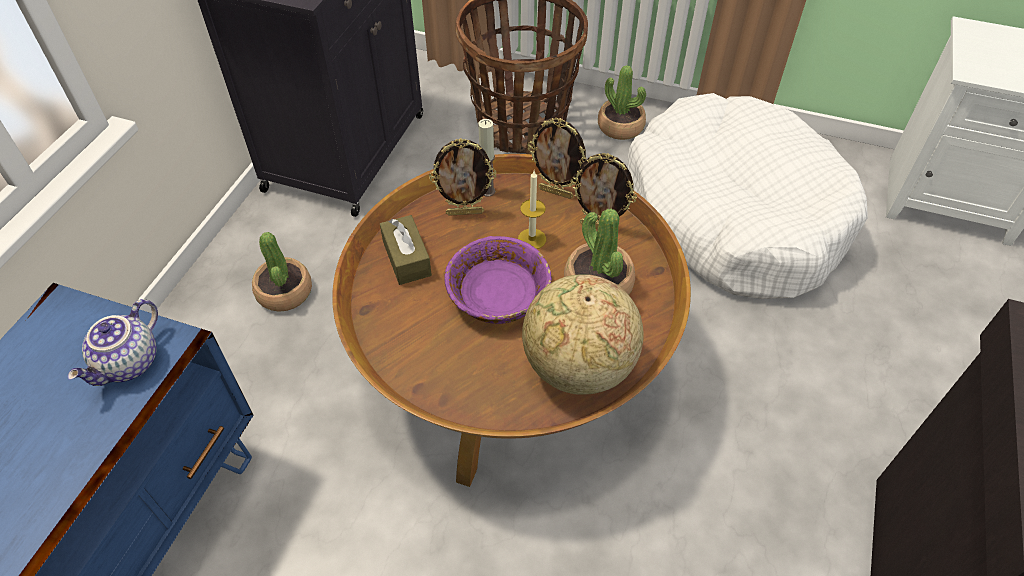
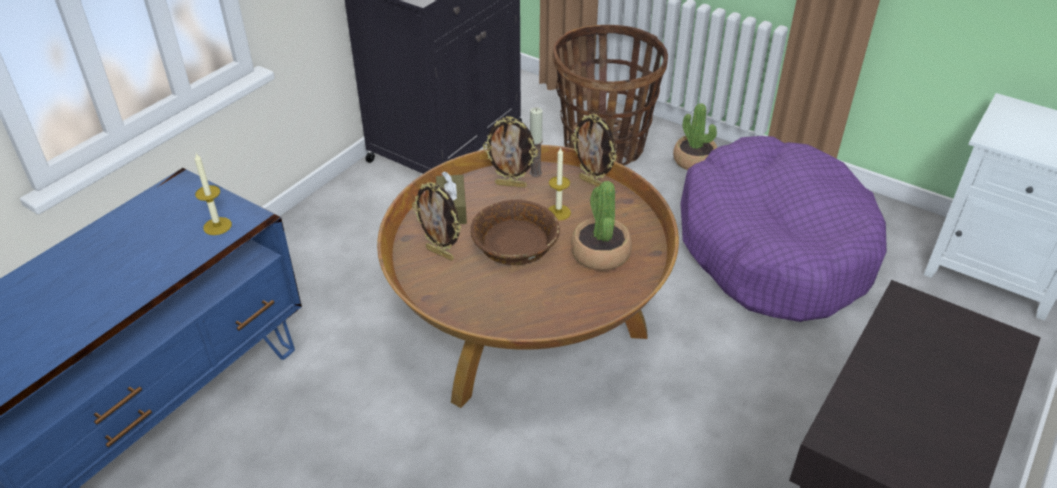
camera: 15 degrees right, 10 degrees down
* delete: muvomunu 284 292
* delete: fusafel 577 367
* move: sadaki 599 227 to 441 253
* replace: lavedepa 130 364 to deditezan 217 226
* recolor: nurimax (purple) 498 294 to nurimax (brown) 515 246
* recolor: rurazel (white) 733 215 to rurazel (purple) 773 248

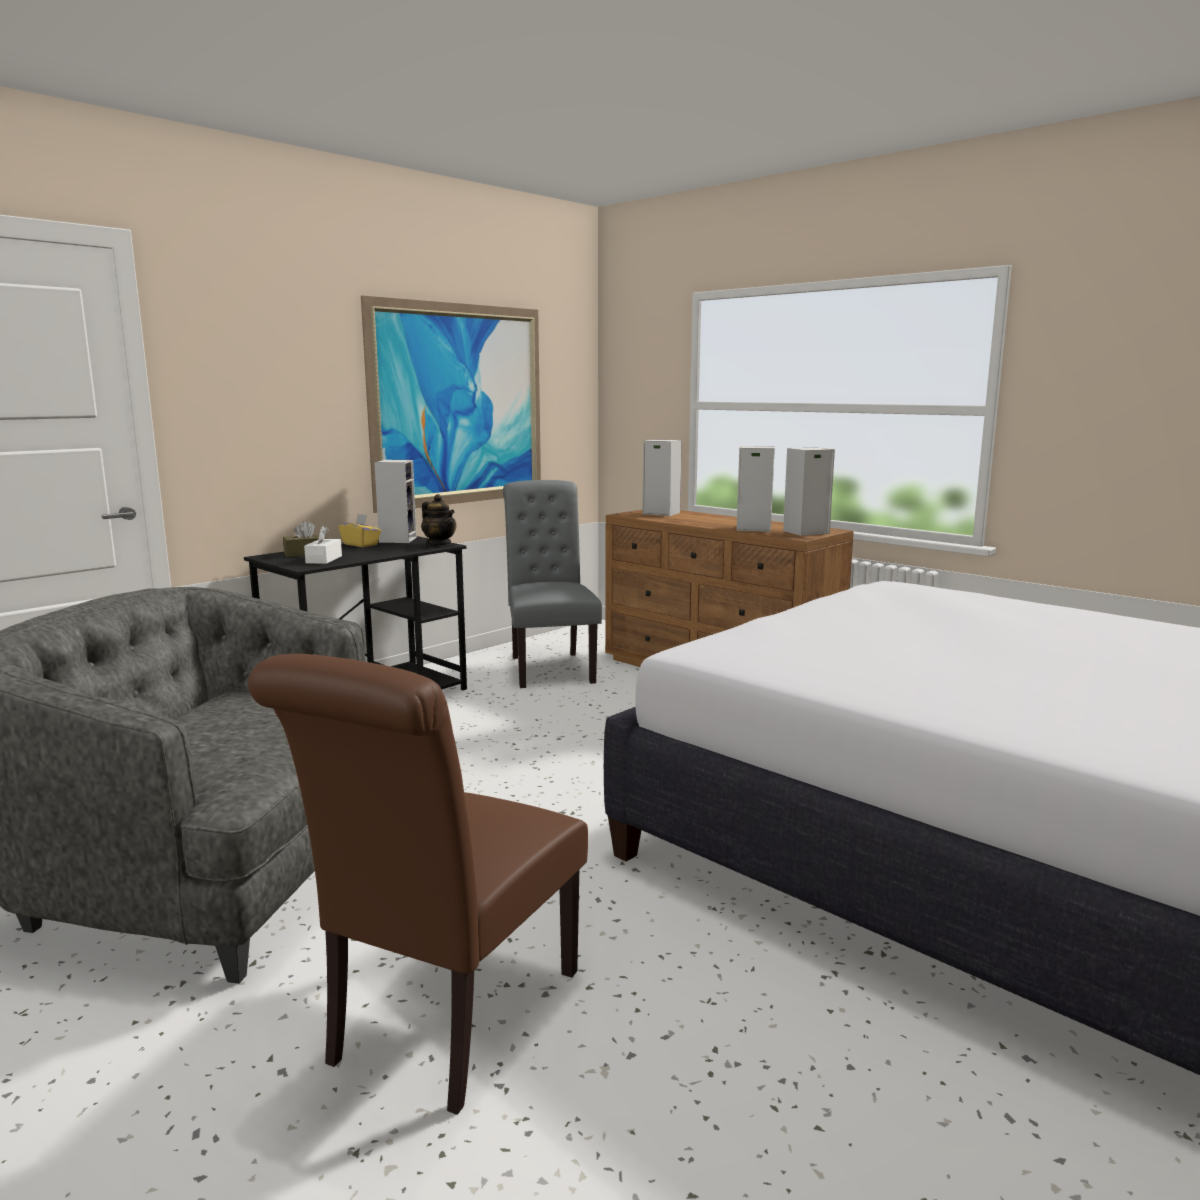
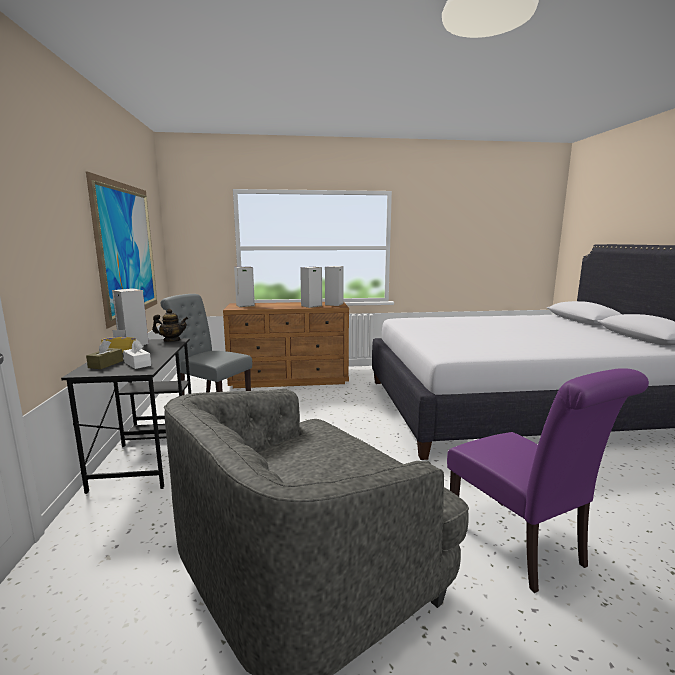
camera: 50 degrees left, 0 degrees up
* recolor: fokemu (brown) 446 1023 to fokemu (purple) 521 546

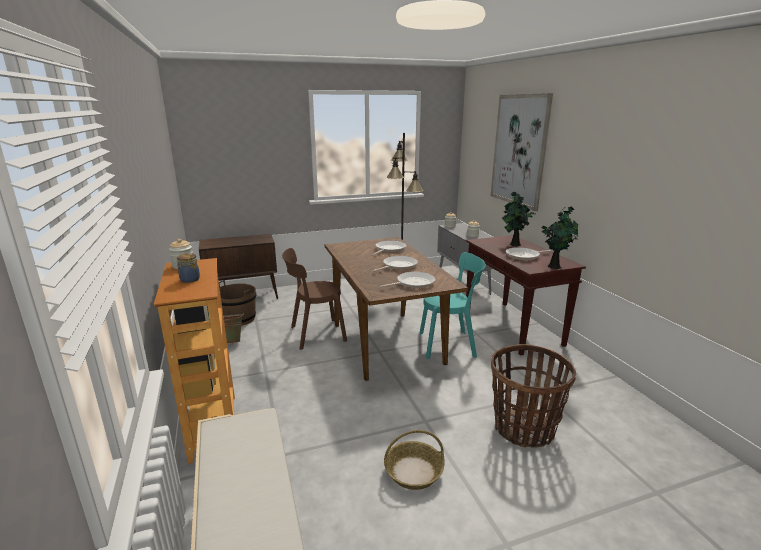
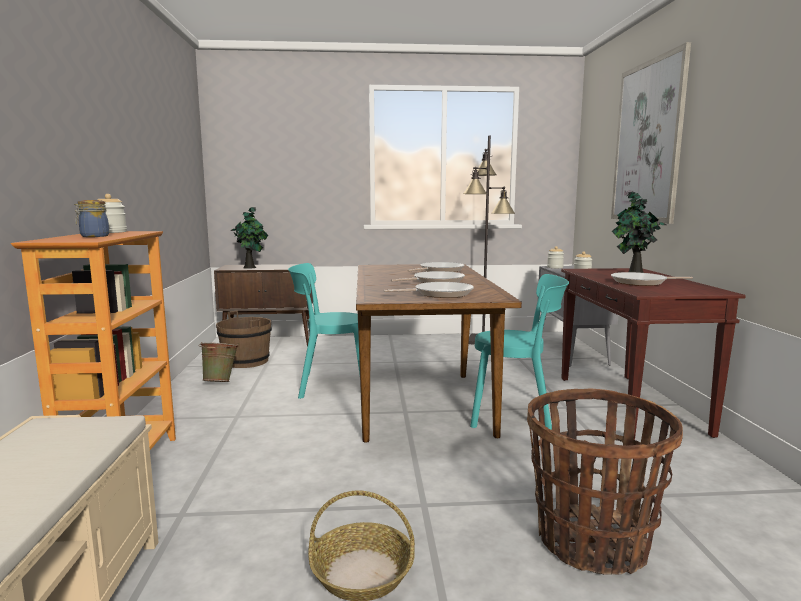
camera: 15 degrees right, 10 degrees down
* move: muvomunu 555 266 to 251 267
* recolor: fokemu (brown) 315 334 to fokemu (turquoise) 329 385

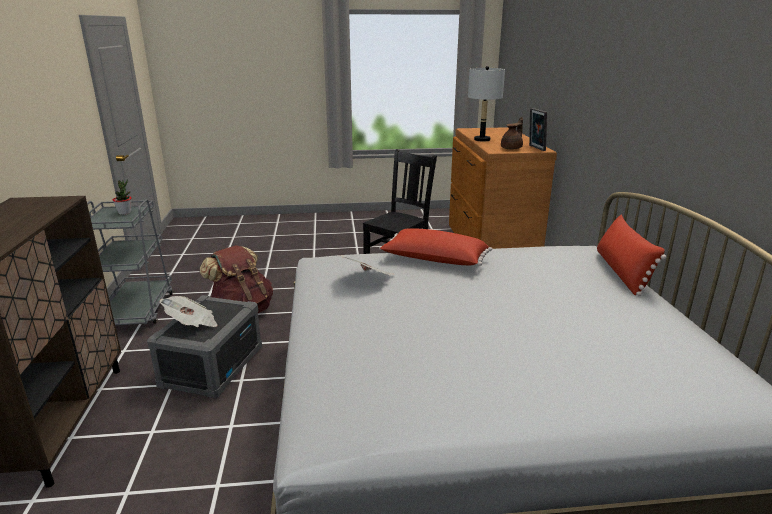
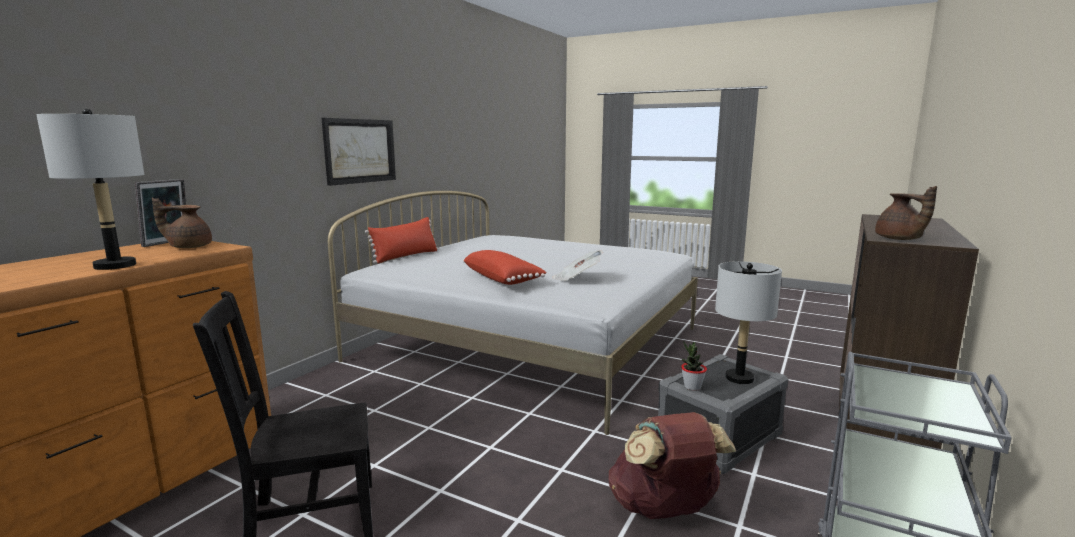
camera: 145 degrees left, 10 degrees down
* insert: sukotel 360 151
* insert: lavedepa (brown) 899 239
* move: muvomunu 125 213 to 692 387
* replace: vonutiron 192 324 to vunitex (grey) 739 378

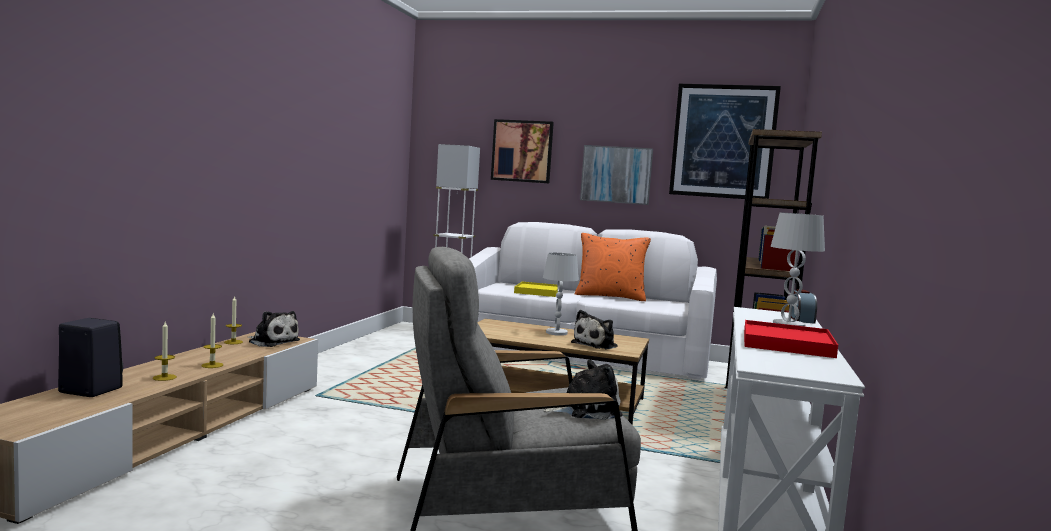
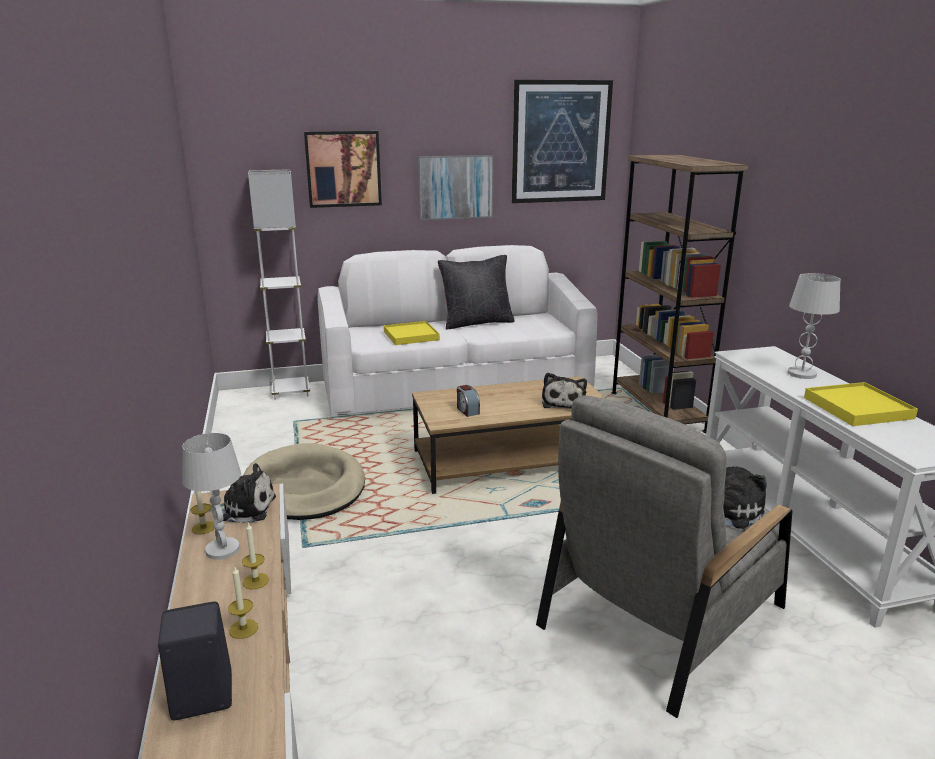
camera: 30 degrees left, 15 degrees up
* insert: rurazel (beige) 304 487
* move: vunitex (white) 556 333 to 222 549
* move: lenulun 801 319 to 467 410
* recolor: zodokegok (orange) 610 296 to zodokegok (black) 476 323
* recolor: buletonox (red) 787 344 to buletonox (yellow) 858 408

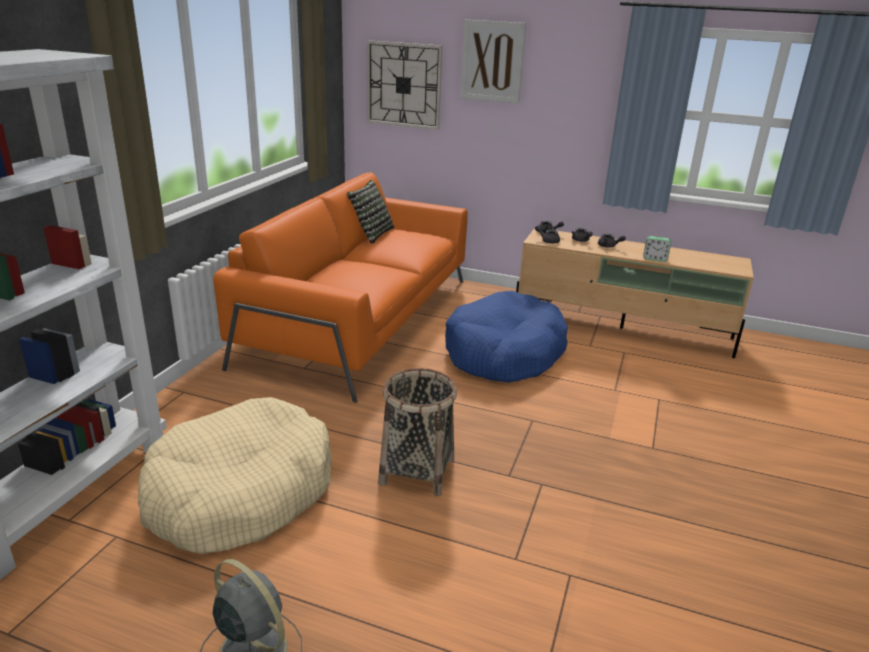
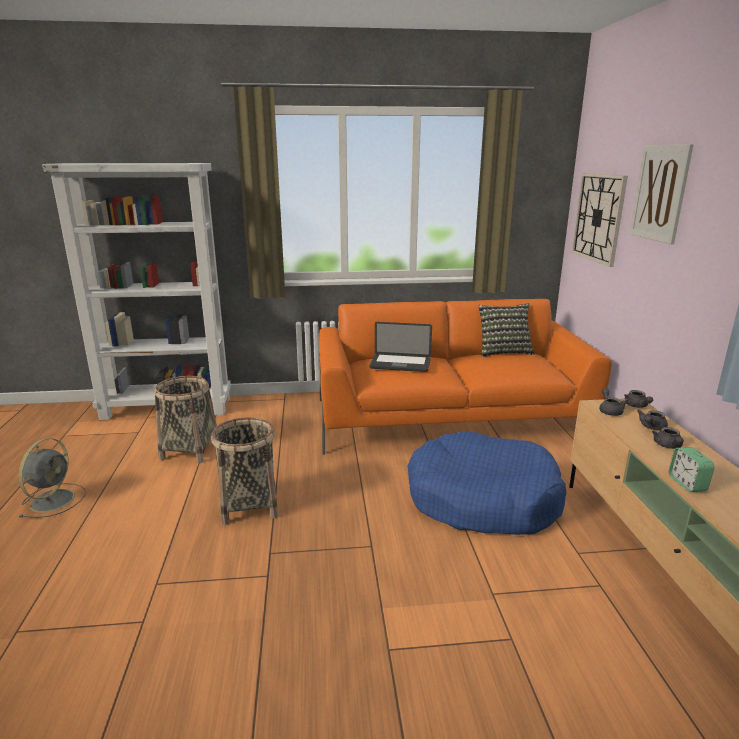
camera: 65 degrees right, 5 degrees down
* insert: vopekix 400 364
* replace: rurazel (beige) 240 493 to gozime 190 450

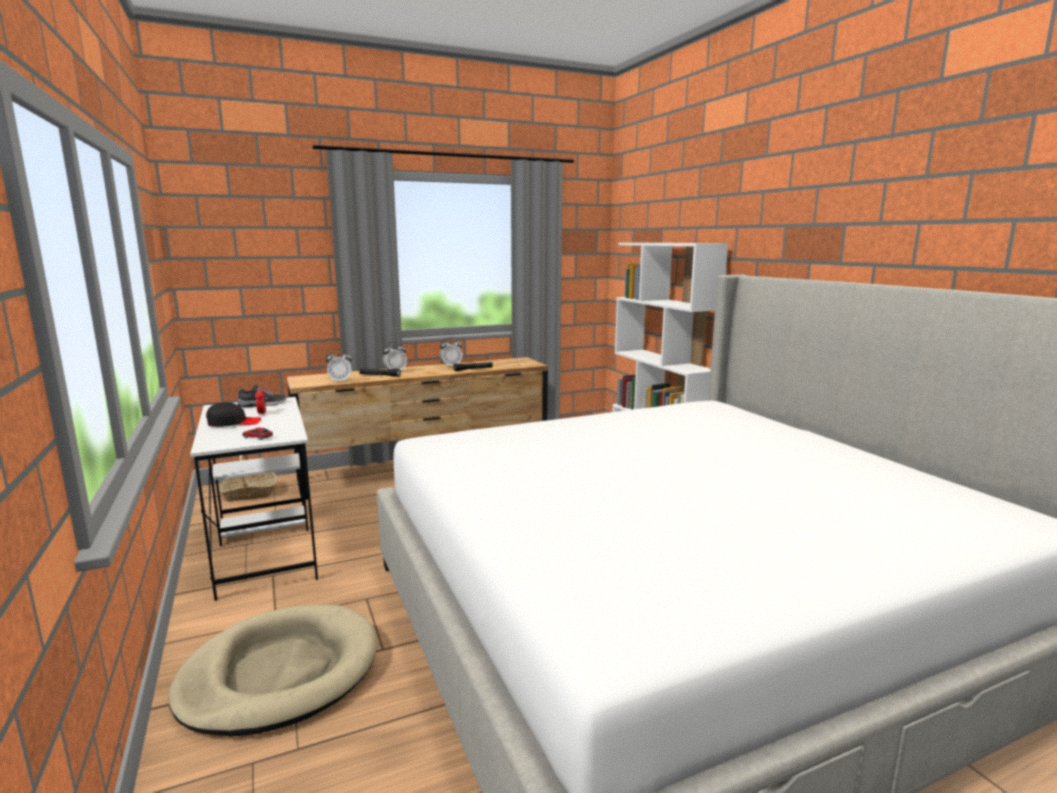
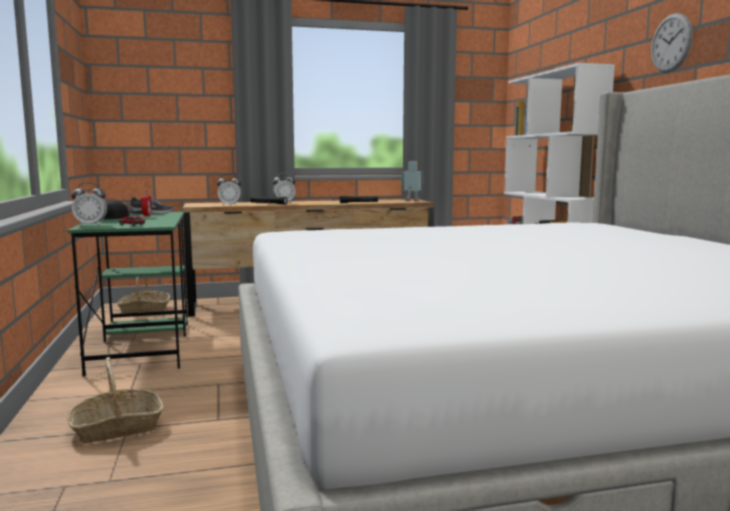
camera: 10 degrees right, 5 degrees down
* insert: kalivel 412 201
* insert: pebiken 671 43
* move: lenulun 451 366 to 91 225
* replace: rurazel (beige) 280 673 to gozime 117 428
* recolor: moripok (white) 265 549 to moripok (green) 142 346

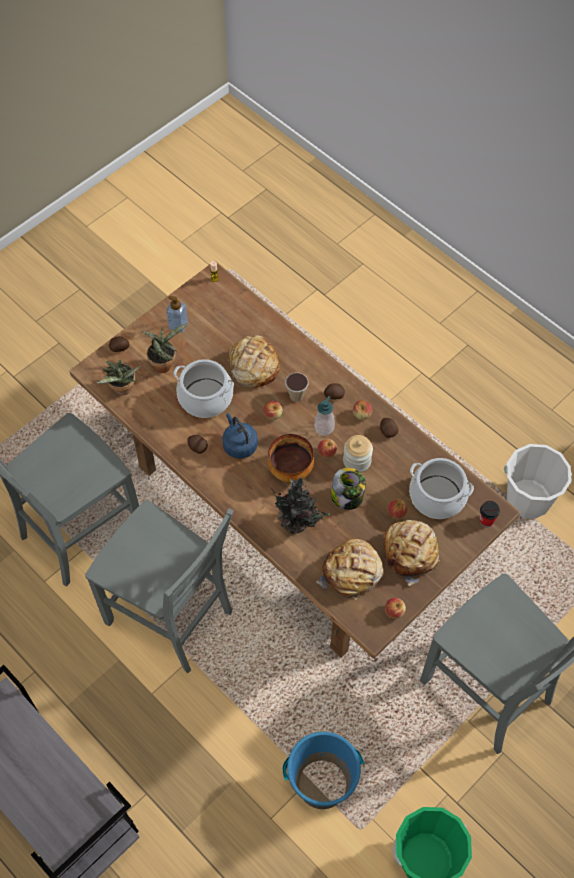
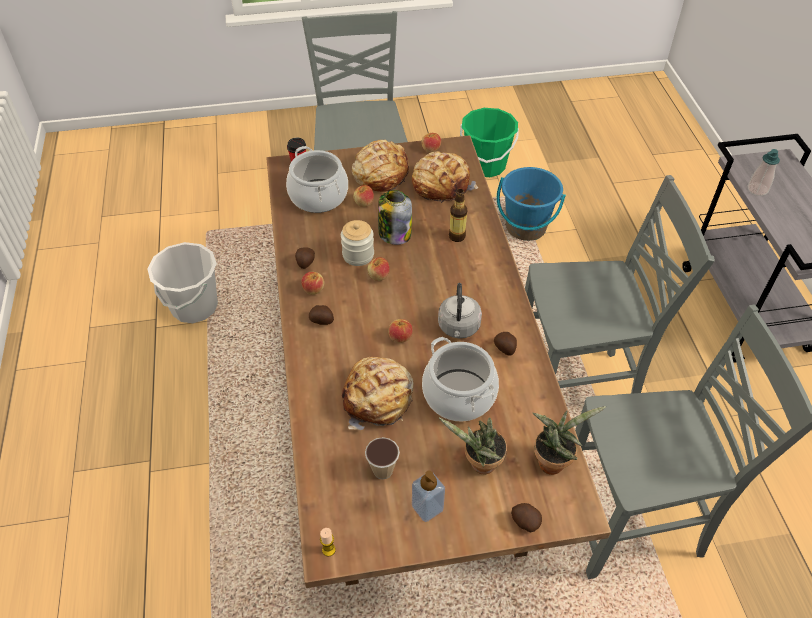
camera: 145 degrees left, 10 degrees down
* delete: nurimax 291 469
* move: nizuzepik 296 395 to 383 470
* move: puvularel 324 427 to 757 189
* replace: muvomunu 298 524 to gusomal 457 236
* recolor: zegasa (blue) 239 444 to zegasa (grey) 458 328
* rotate: fokemu (grey) 172 618 = 576 389 105 degrees clockwise

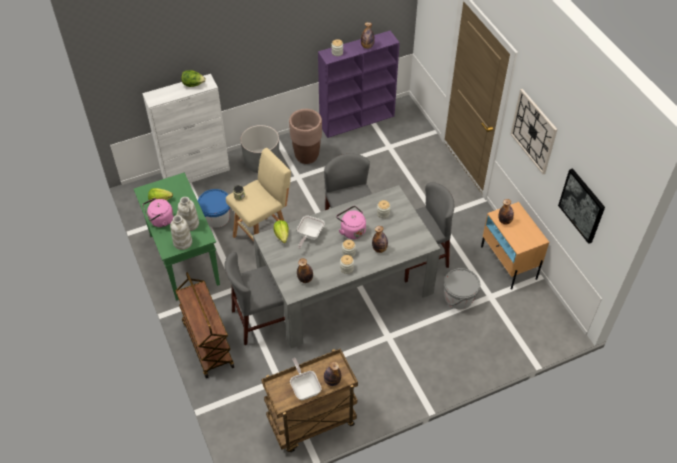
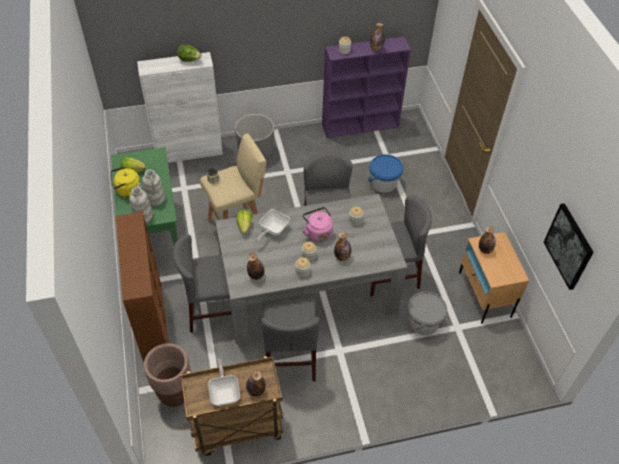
camera: 10 degrees right, 0 degrees up
* delete: pebiken 534 131
* insert: fokemu (grey) 290 357
* move: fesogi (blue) 216 217 to 383 183
* move: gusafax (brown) 306 156 to 175 394
* replace: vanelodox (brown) 207 344 to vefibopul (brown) 153 324
* recolor: zegasa (pink) 160 220 to zegasa (yellow) 127 191

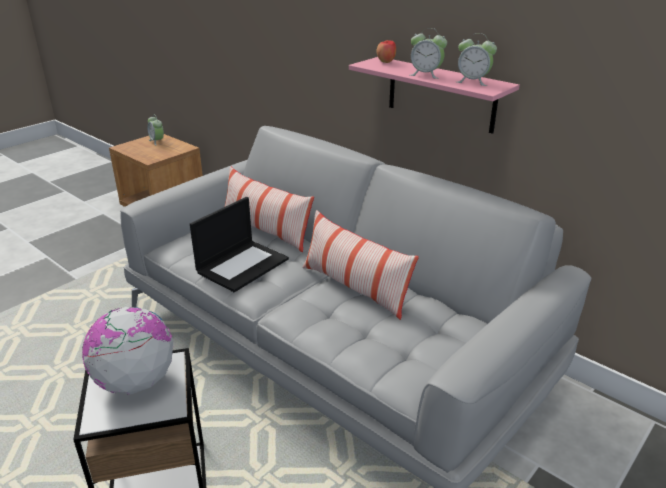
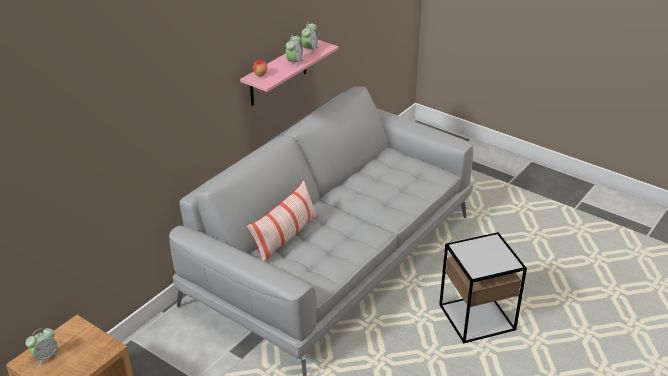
camera: 95 degrees left, 5 degrees up
* delete: fusafel 135 382
* delete: vopekix 242 265
* delete: zodokegok 354 288

